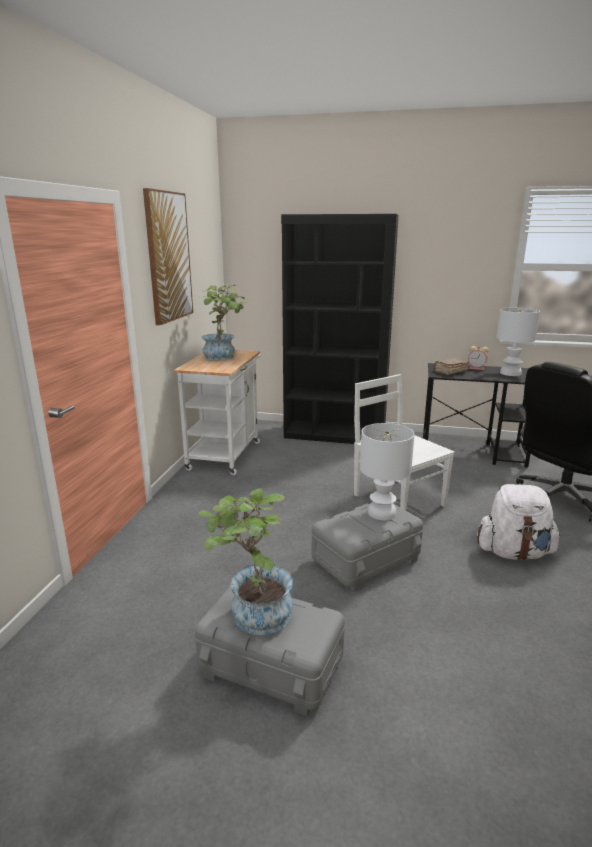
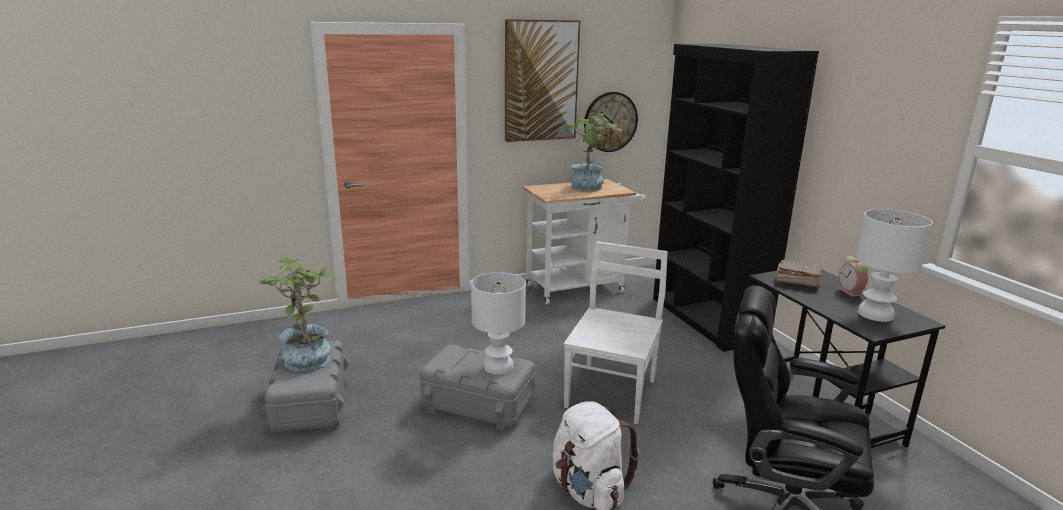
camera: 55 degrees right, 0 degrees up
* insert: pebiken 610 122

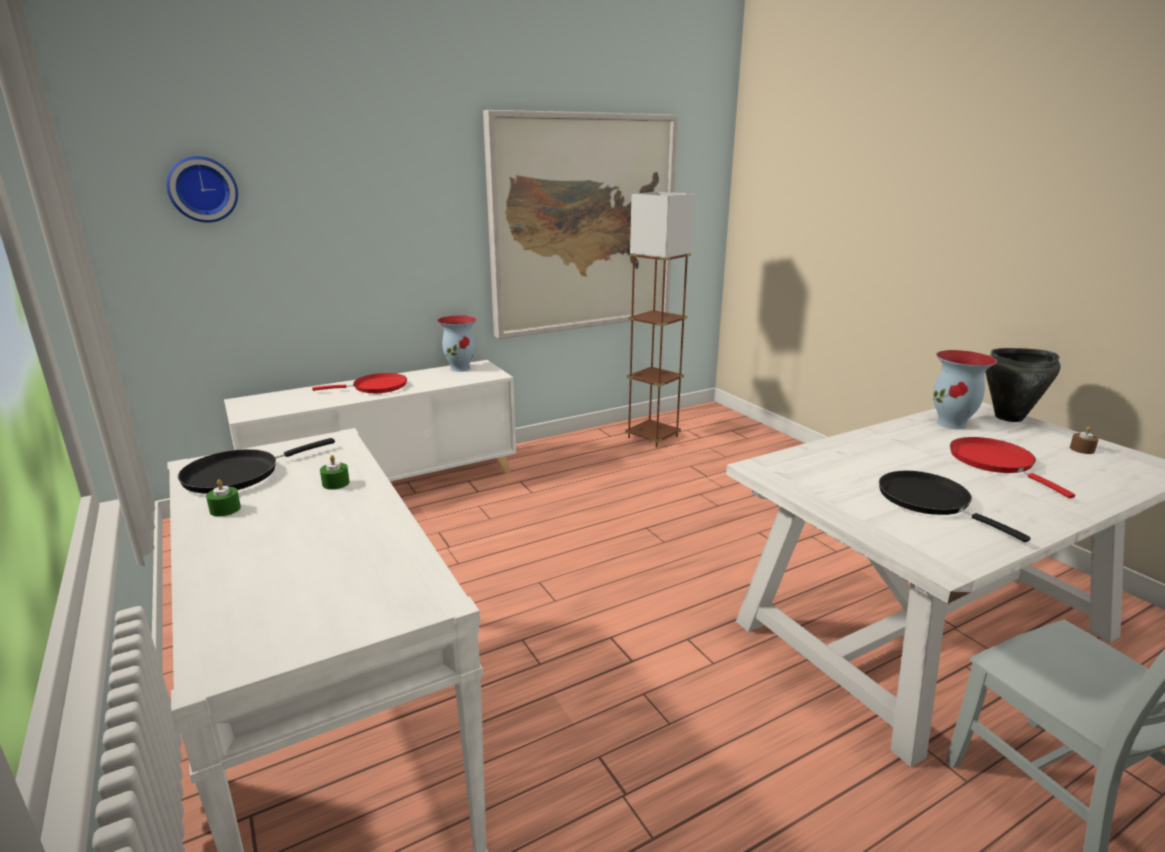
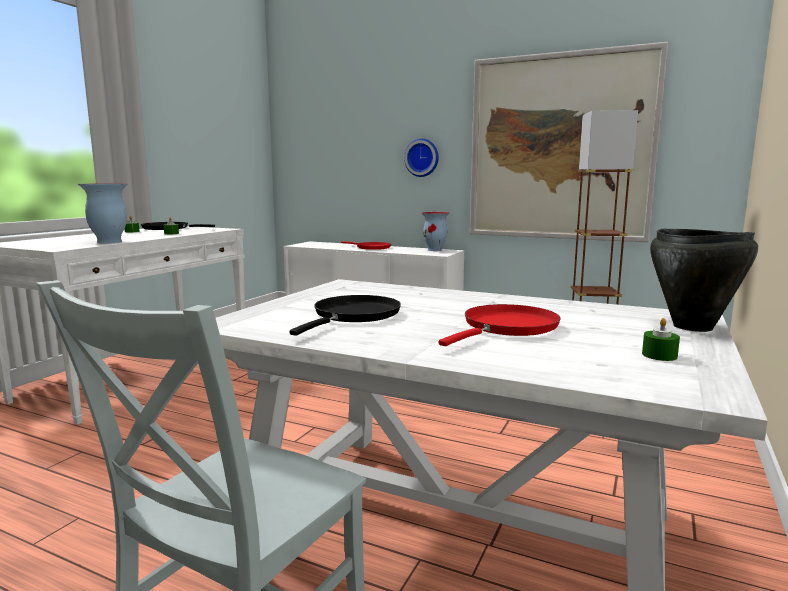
camera: 55 degrees right, 10 degrees down
* move: pebiken 202 189 to 422 158
* move: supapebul 952 424 to 109 242
* recolor: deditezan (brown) 1082 449 to deditezan (green) 659 355

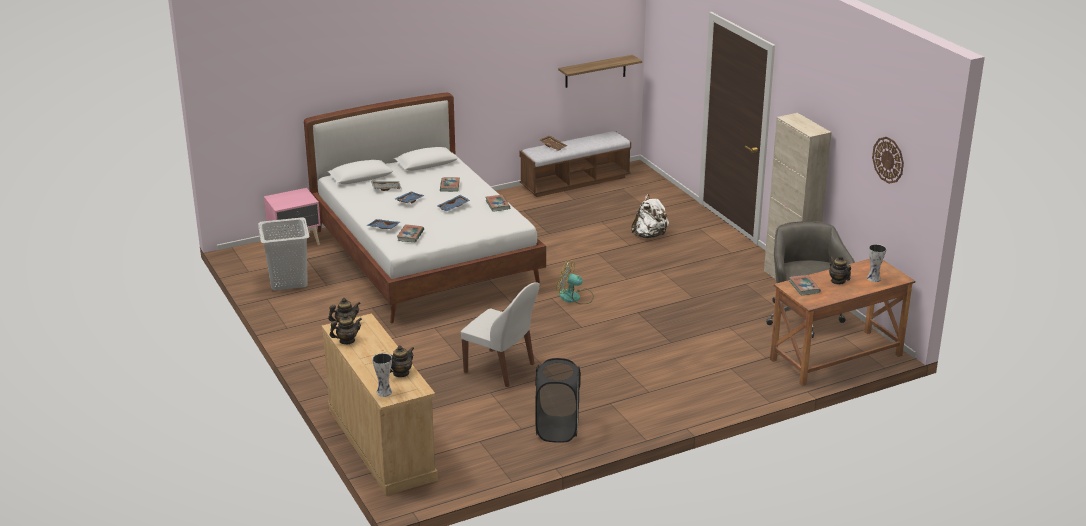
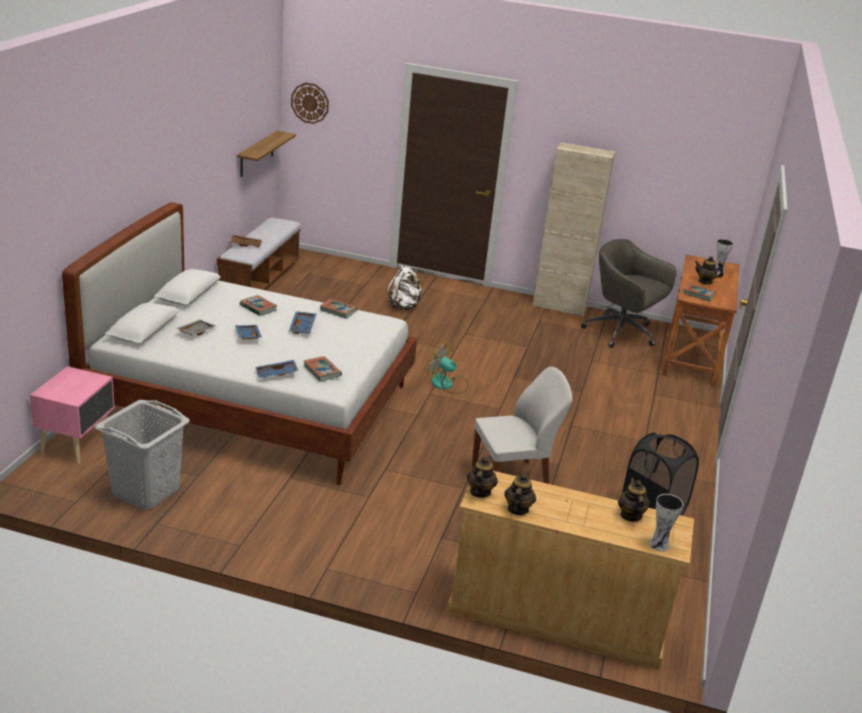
camera: 50 degrees left, 0 degrees up
* move: pebiken 888 160 to 310 103
* rotate: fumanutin 574 297 = 446 384 60 degrees clockwise

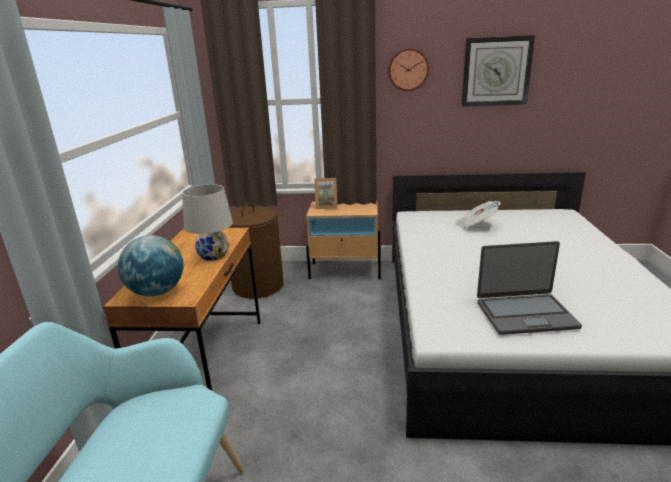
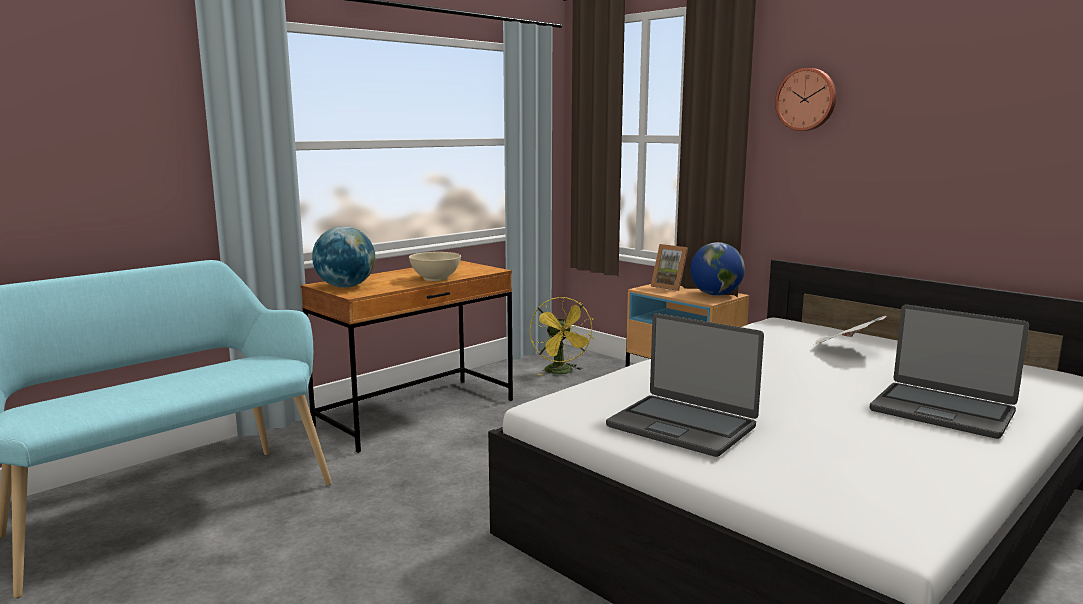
camera: 40 degrees right, 10 degrees down
* delete: pebiken 496 71
* insert: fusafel 715 294
* insert: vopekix 942 411
* replace: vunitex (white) 213 255 to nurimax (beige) 435 278
* replace: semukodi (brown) 258 285 to fumanutin (yellow) 561 372

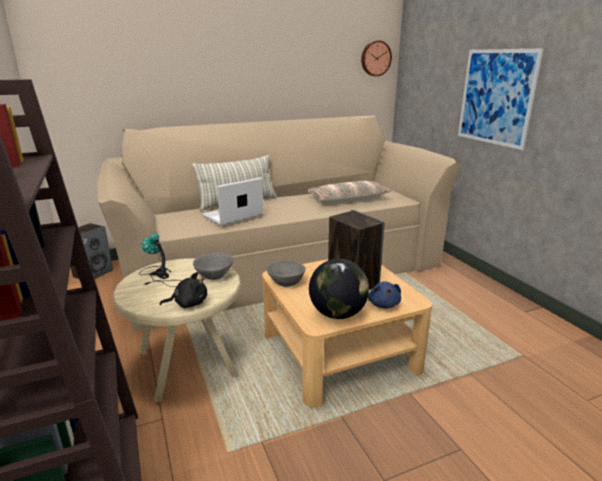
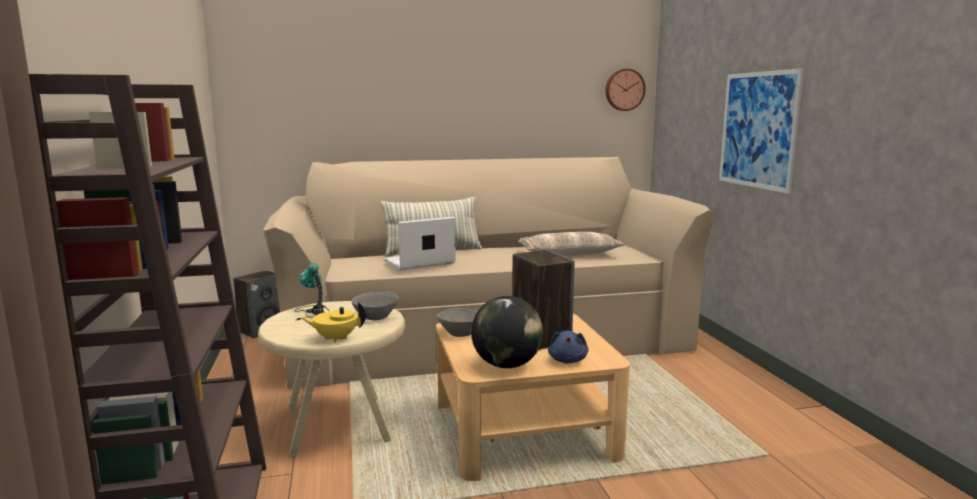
camera: 10 degrees right, 10 degrees down
* replace: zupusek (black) 188 303 to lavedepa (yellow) 335 338

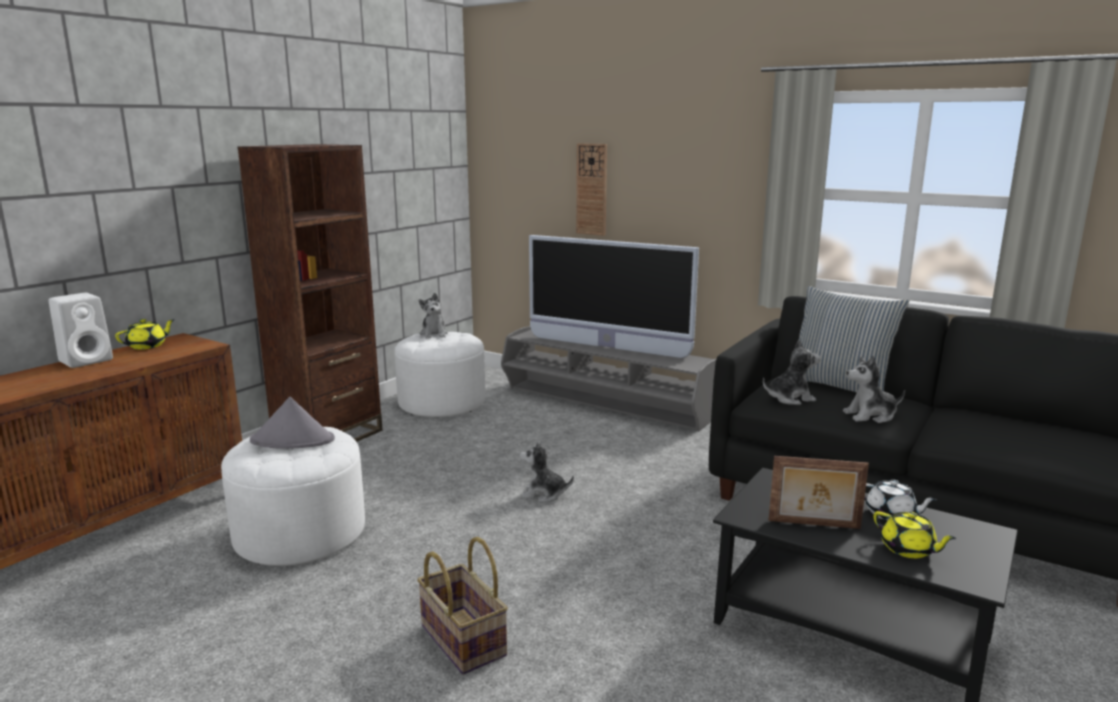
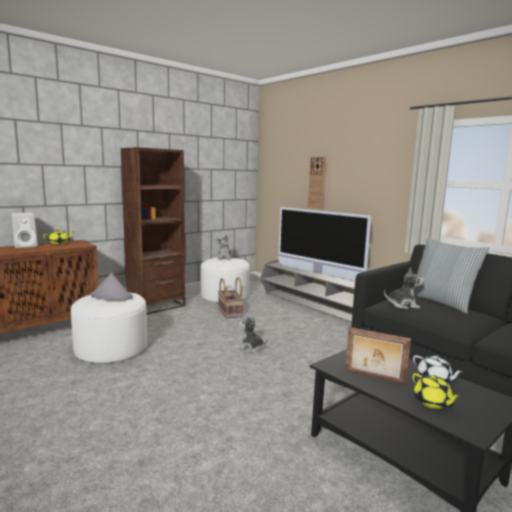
camera: 15 degrees right, 5 degrees down
* delete: zupusek 870 416
* move: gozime 461 640 to 229 312

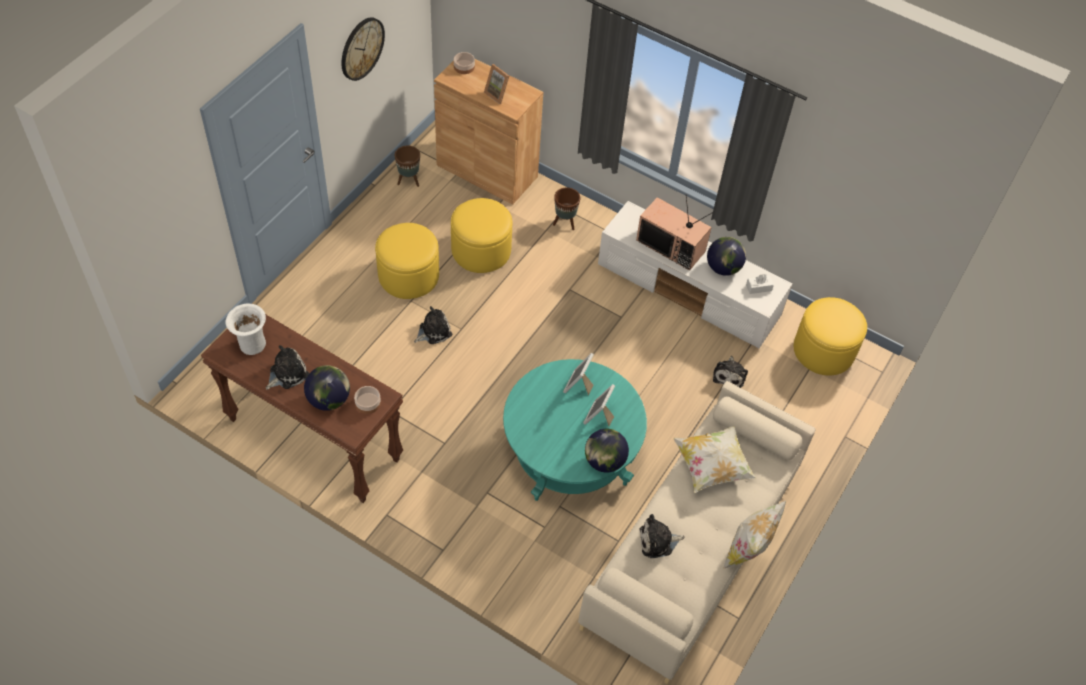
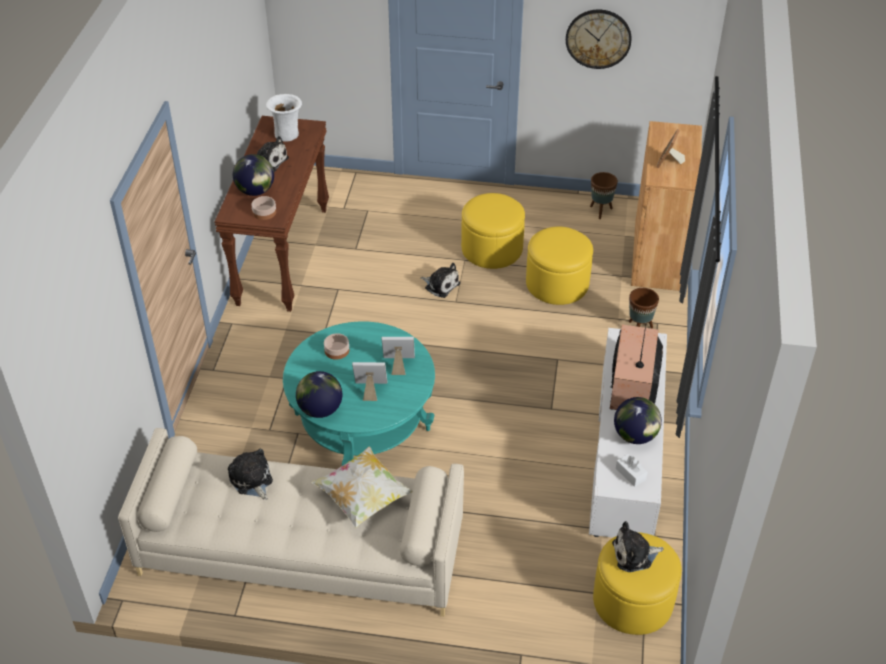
camera: 70 degrees right, 10 degrees down
* delete: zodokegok 748 548
* move: nurimax 464 66 to 337 350
* move: zupusek 729 374 to 634 554

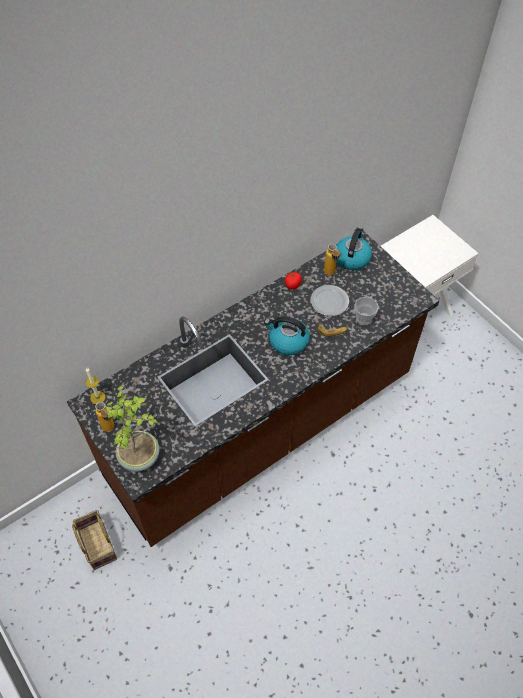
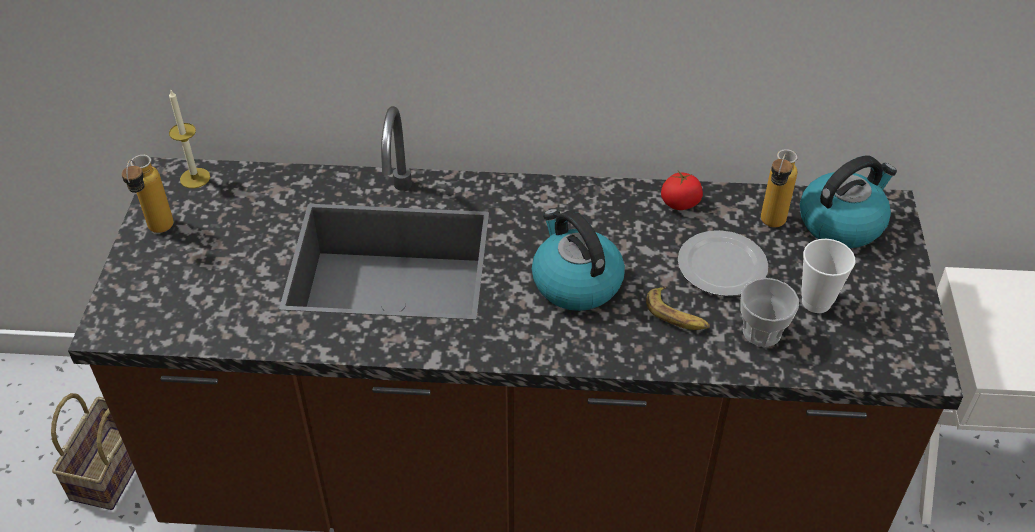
camera: 40 degrees right, 10 degrees down
* delete: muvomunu 140 456
* insert: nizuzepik 816 302

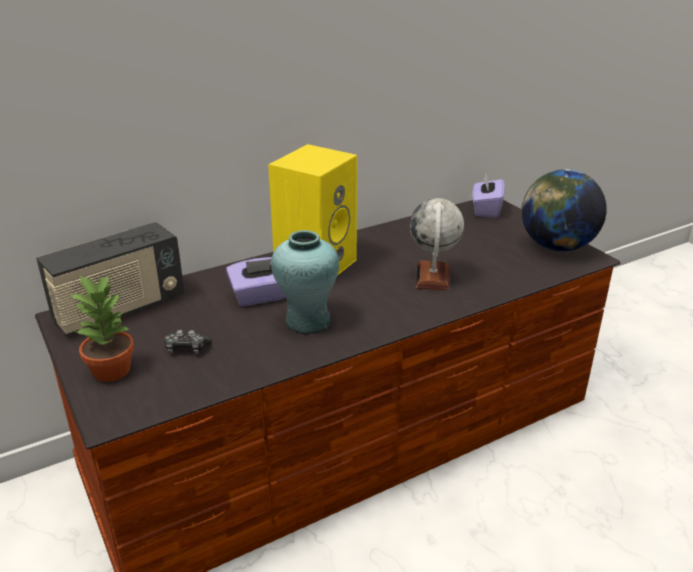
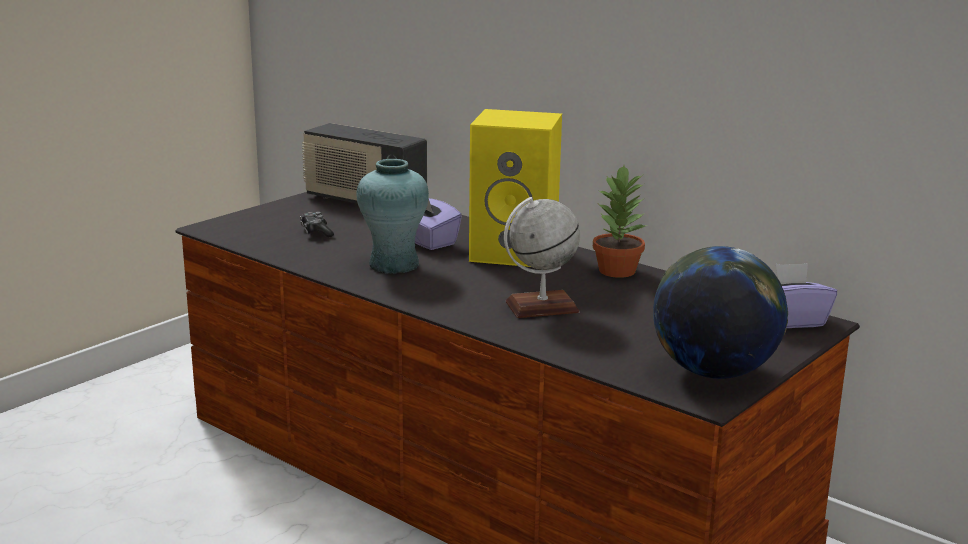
camera: 70 degrees right, 10 degrees down
* move: muvomunu 112 370 to 618 271

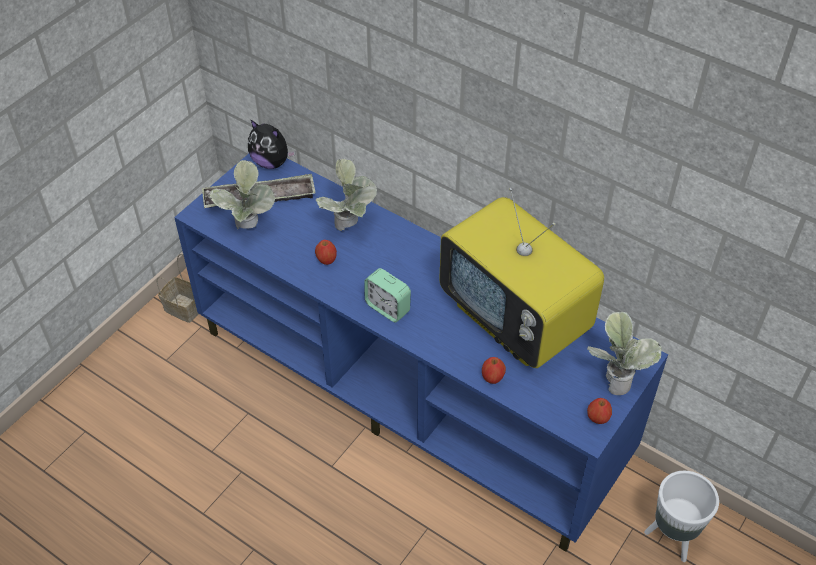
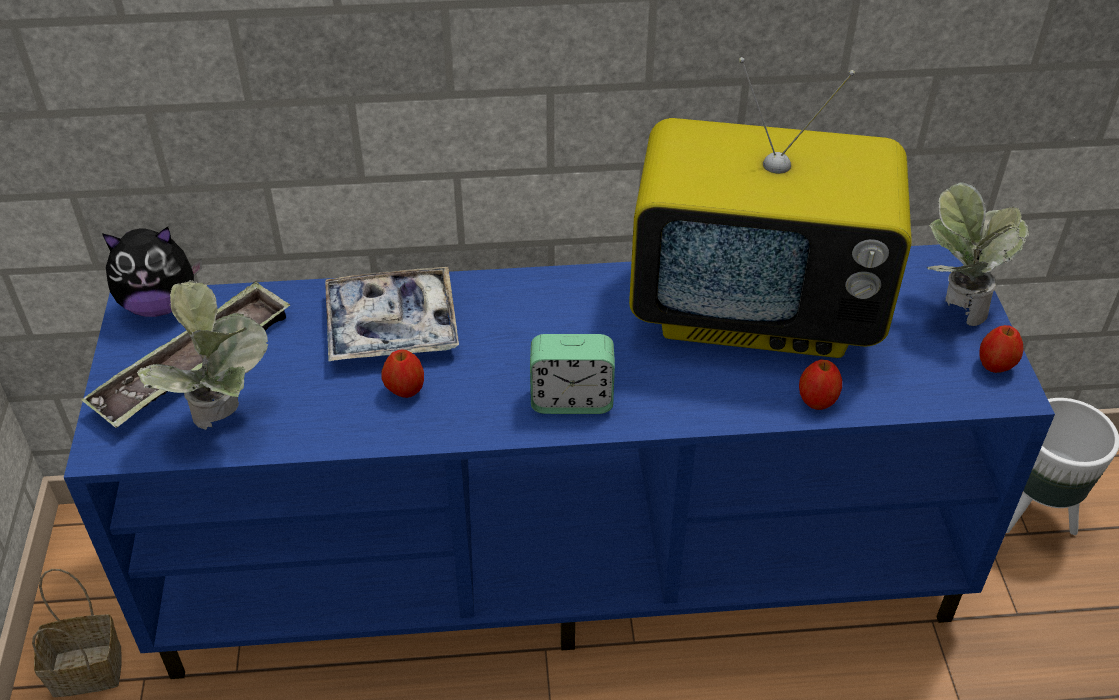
camera: 40 degrees left, 5 degrees down
* replace: muvomunu 350 227 to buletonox 391 325

